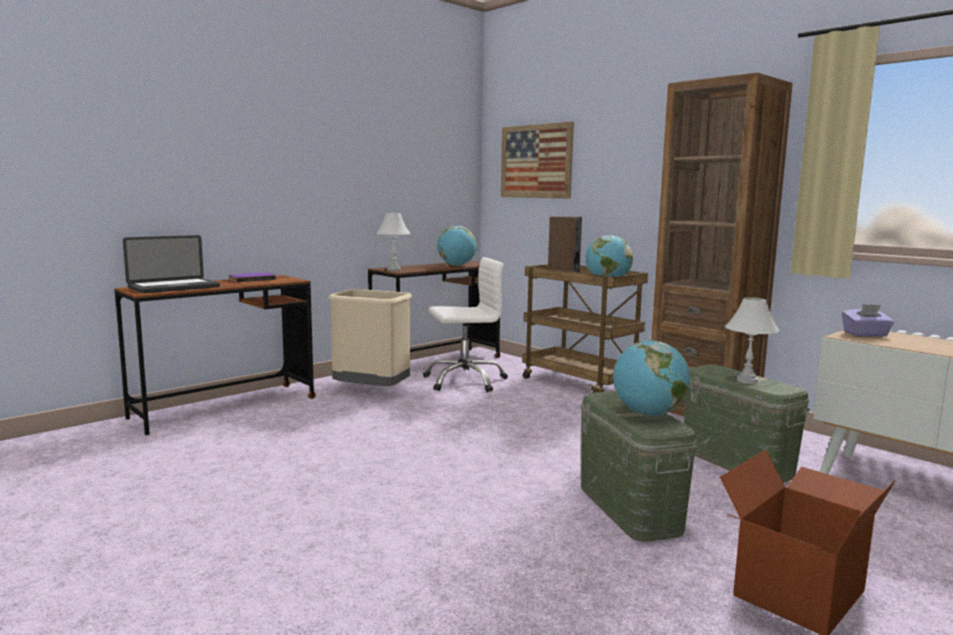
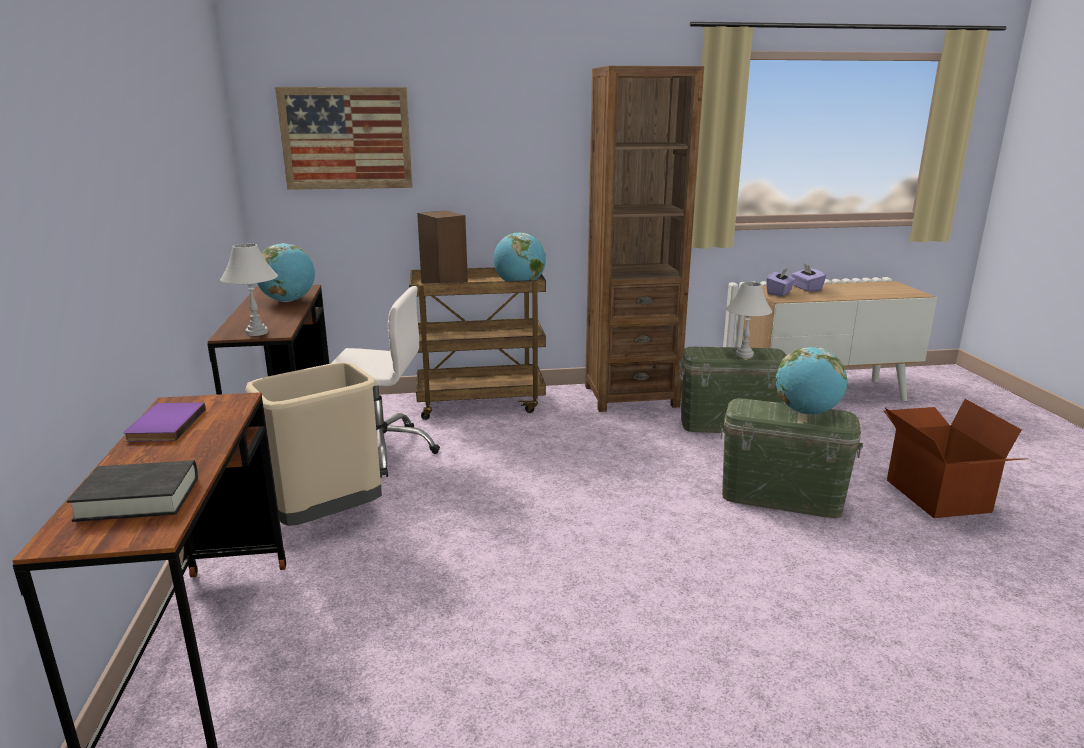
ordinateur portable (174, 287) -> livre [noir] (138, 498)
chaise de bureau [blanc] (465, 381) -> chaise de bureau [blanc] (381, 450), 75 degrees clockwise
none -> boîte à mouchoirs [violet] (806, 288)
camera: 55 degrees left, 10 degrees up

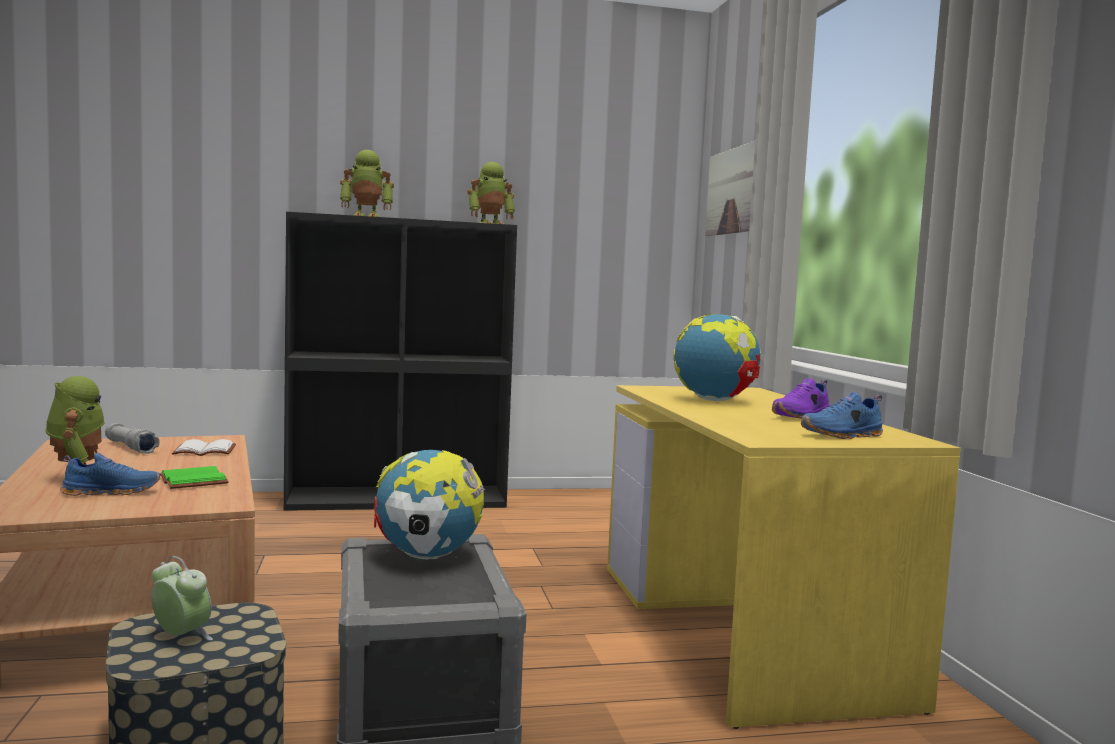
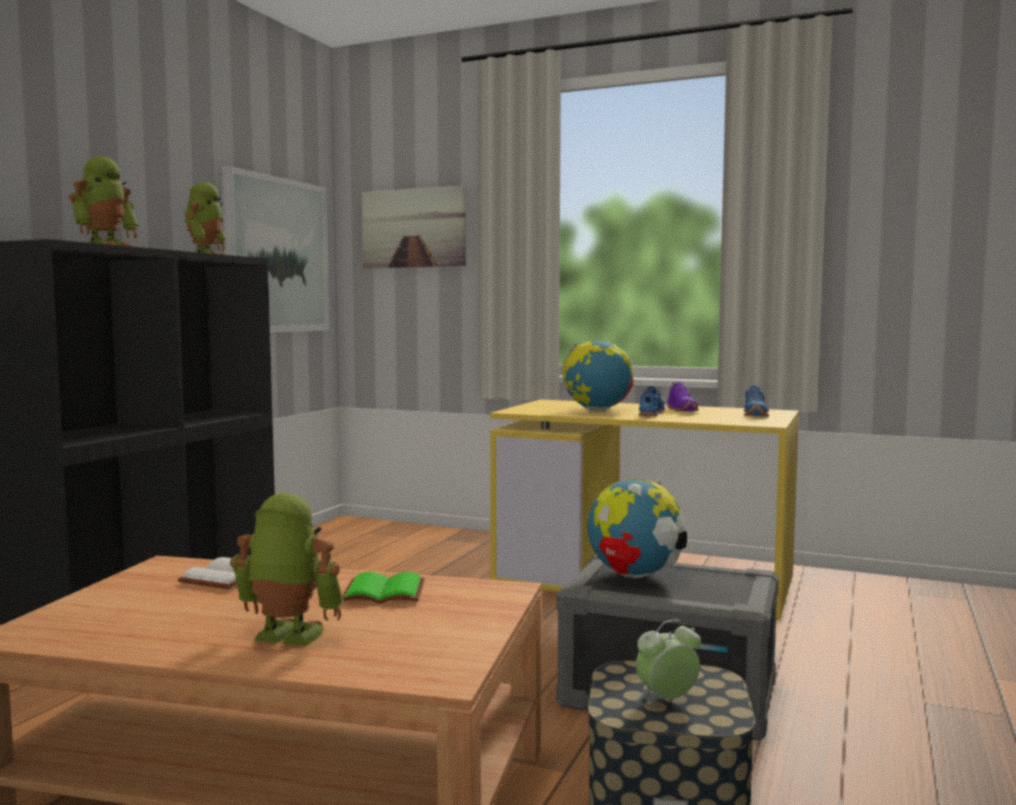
none -> tableau (277, 255)
chaussure [bleu] (112, 492) -> chaussure [bleu] (650, 413), relocated
lampe de poche [gris] (130, 448) -> none
camera: 55 degrees left, 0 degrees up

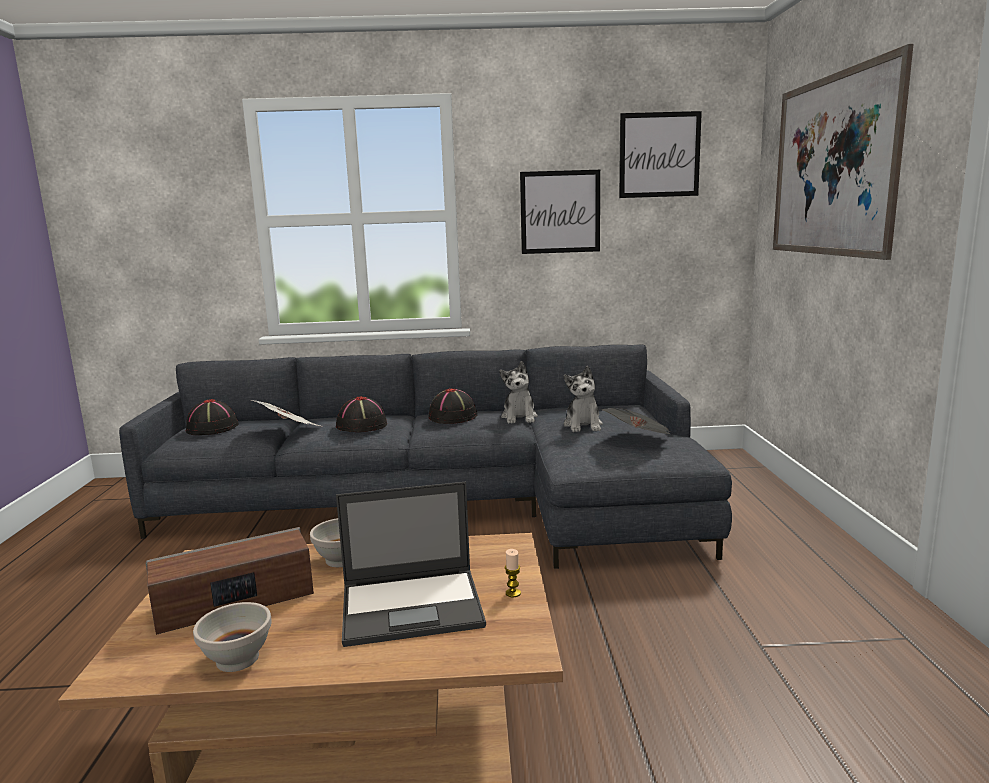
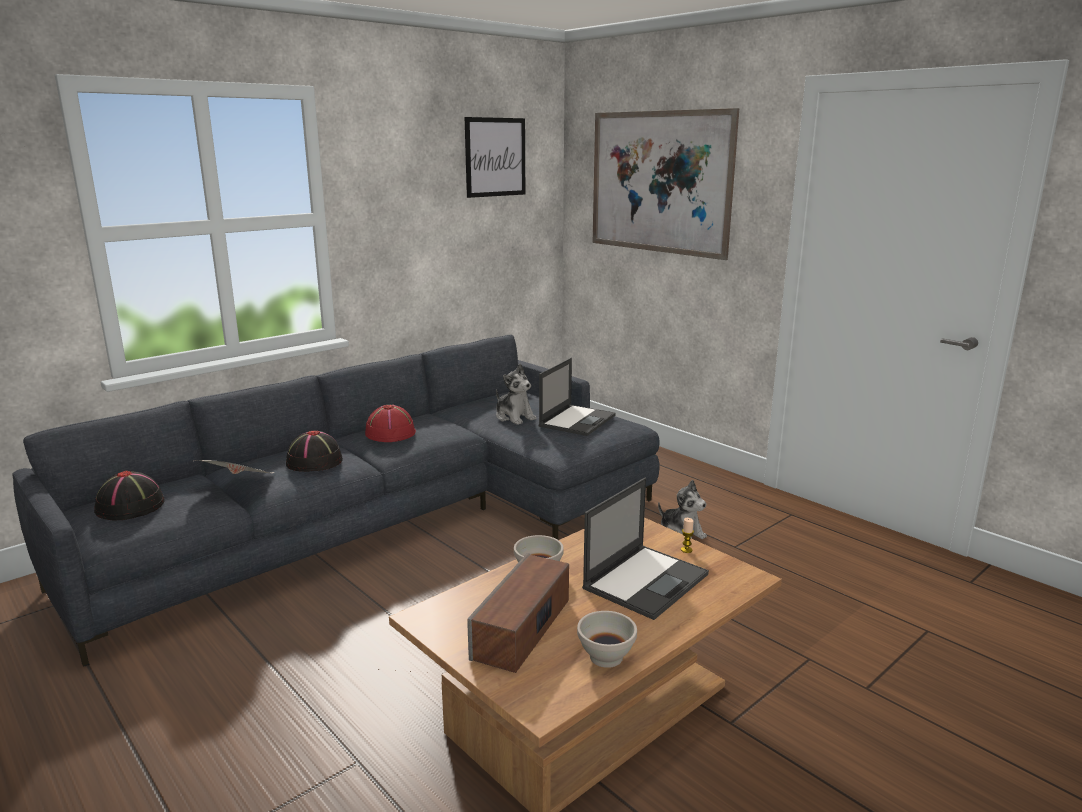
chapeau [noir] (453, 416) -> chapeau [rouge] (390, 433)
journal (639, 440) -> ordinateur portable (577, 420)
peluche (519, 417) -> peluche (681, 534), relocated
tableau (560, 212) -> none
camera: 40 degrees left, 5 degrees up

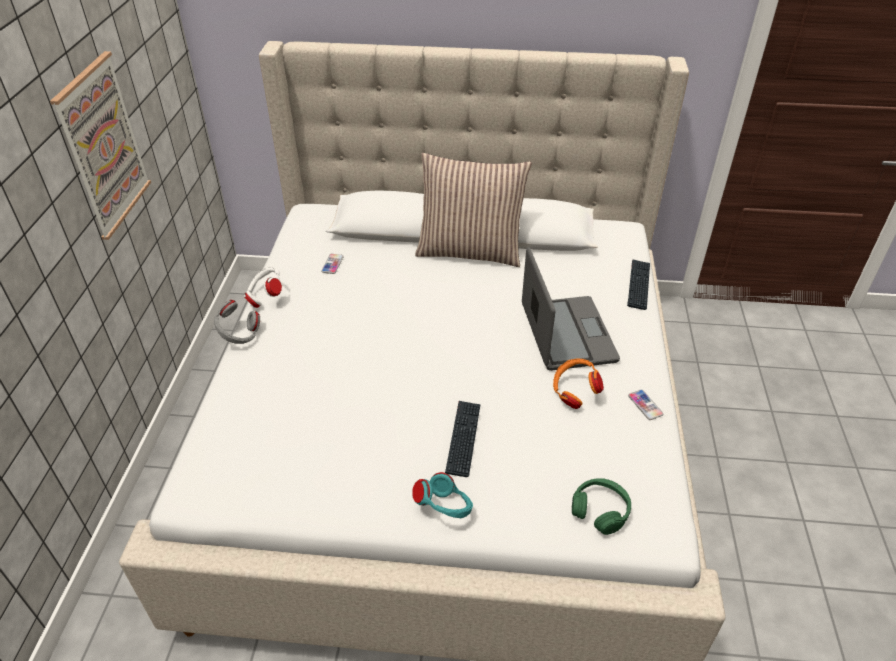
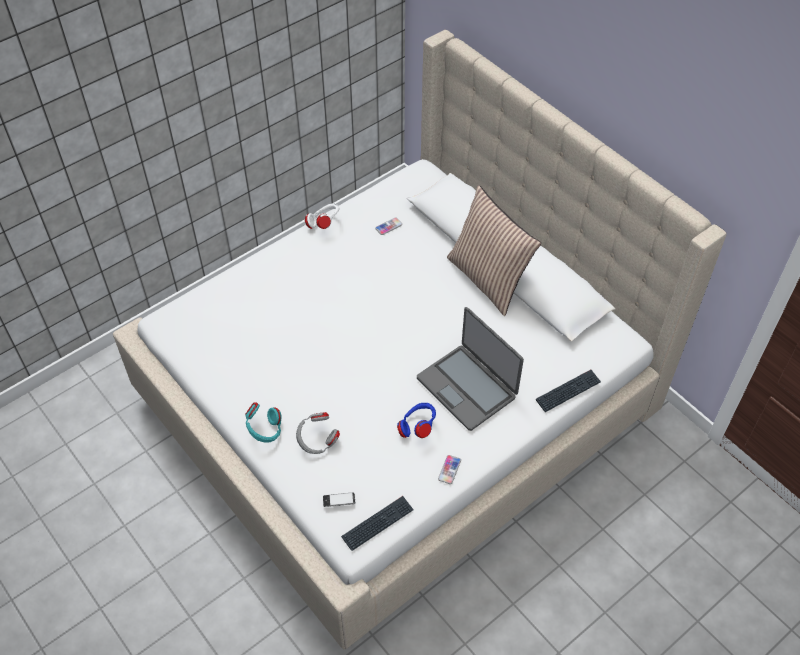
casque audio [gris] (239, 336) -> casque audio [gris] (317, 441), relocated
casque audio [vert] (600, 510) -> téléphone (339, 501)
clavier (463, 438) -> clavier (377, 524), relocated
casque audio [orange] (574, 393) -> casque audio [bleu] (417, 427)
ordinateur portable (566, 334) -> ordinateur portable (467, 387), 105 degrees clockwise
tableau (103, 146) -> none
camera: 45 degrees right, 10 degrees up

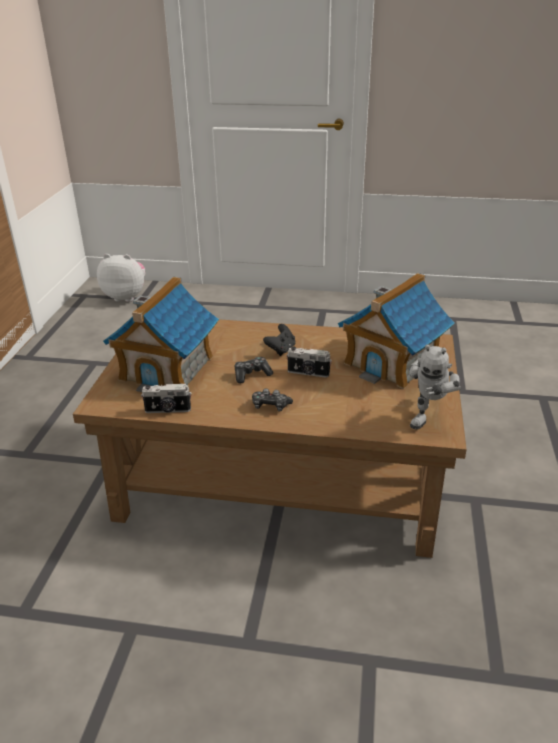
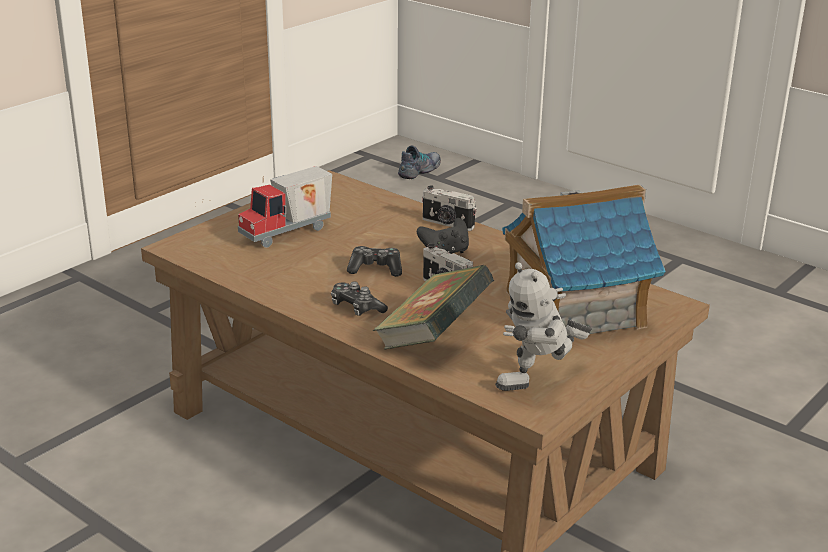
maison miniature (167, 368) -> camion jouet (288, 233)
none -> livre (433, 337)
peluche (126, 297) -> chaussure (420, 170)
appareil photo (168, 410) -> appareil photo (447, 224), relocated
camera: 30 degrees right, 5 degrees down

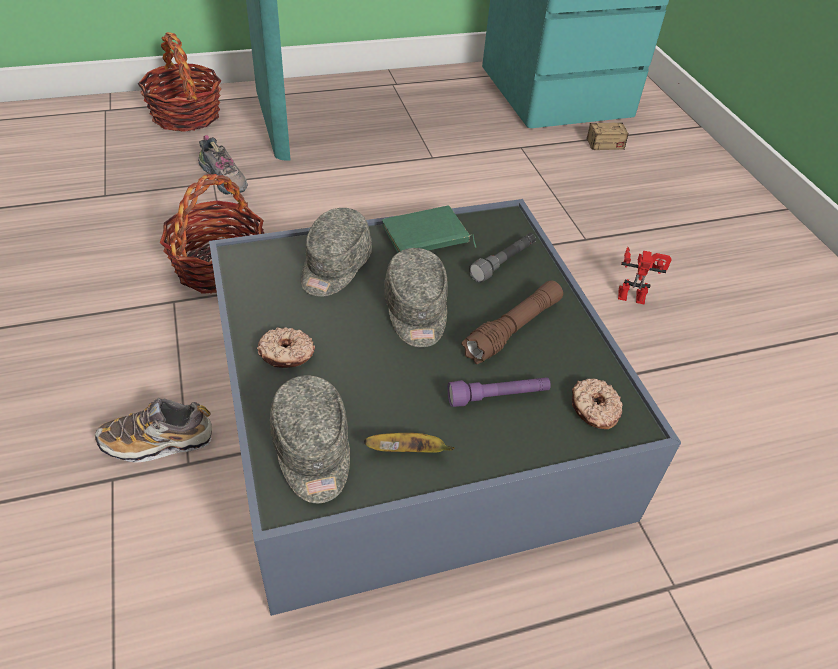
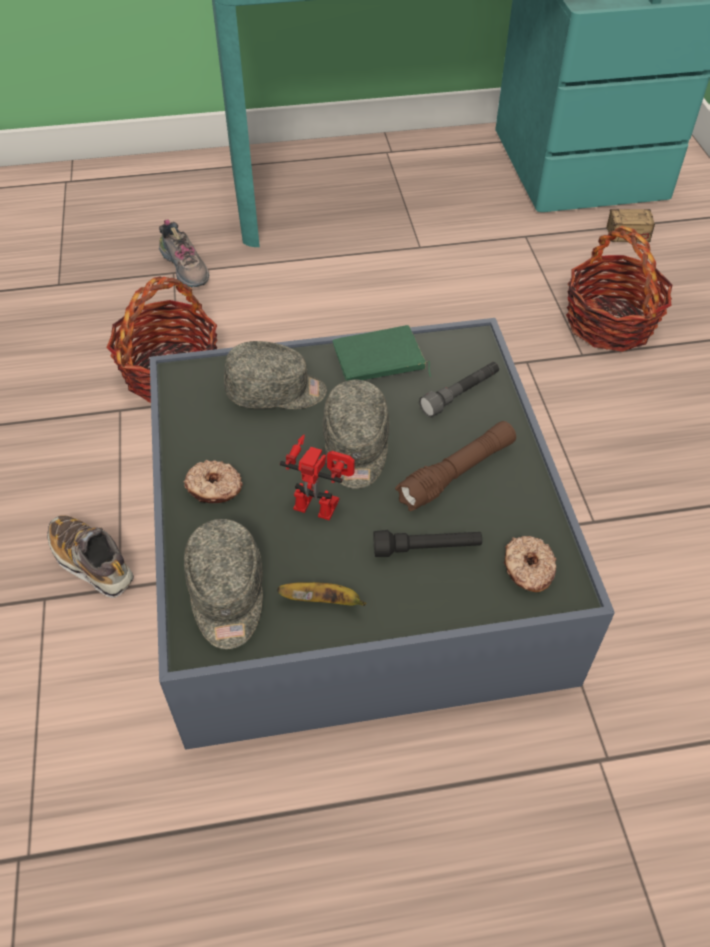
chaussure (158, 442) -> chaussure (92, 563), 45 degrees clockwise
casquette [gris] (334, 267) -> casquette [gris] (276, 392), 120 degrees counterclockwise
robot jouet (633, 293) -> robot jouet (321, 501), relocated
lampe de poche [violet] (498, 397) -> lampe de poche [noir] (427, 549)
panier (186, 115) -> panier (610, 323), relocated
camera: 10 degrees right, 5 degrees up

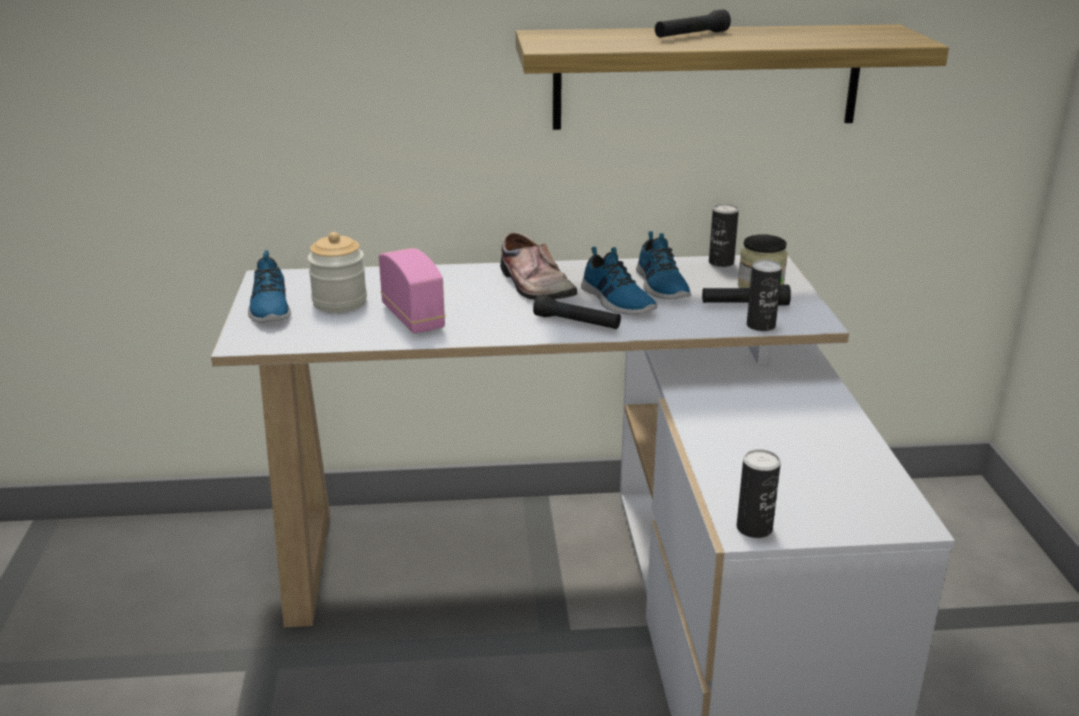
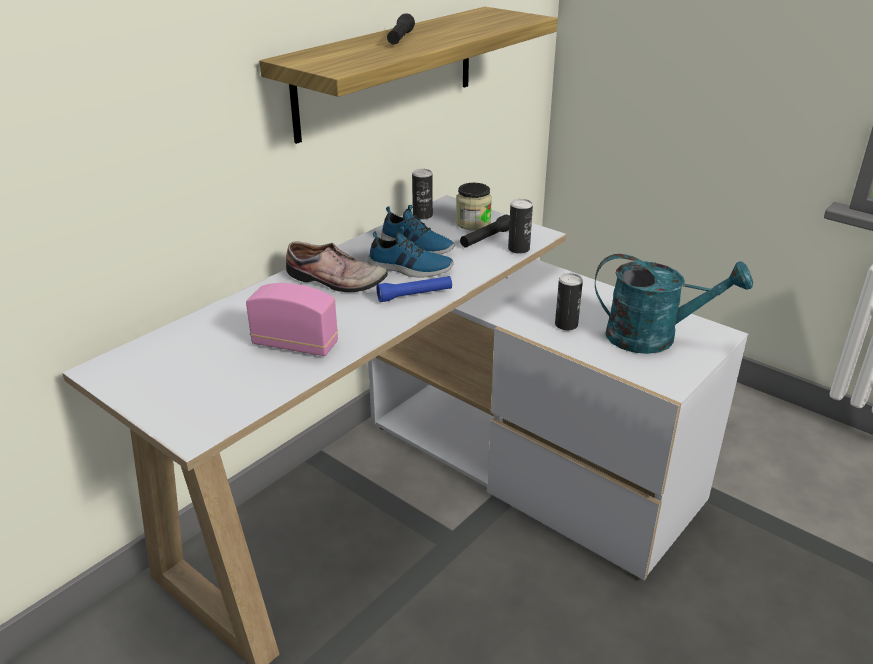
lampe de poche [noir] (577, 323) -> lampe de poche [bleu] (415, 295)
boîte métallique (754, 528) -> boîte métallique (566, 325), relocated
none -> arrosoir [turquoise] (654, 337)
chaussure (269, 307) -> none
bocal (339, 302) -> none
camera: 45 degrees left, 5 degrees up

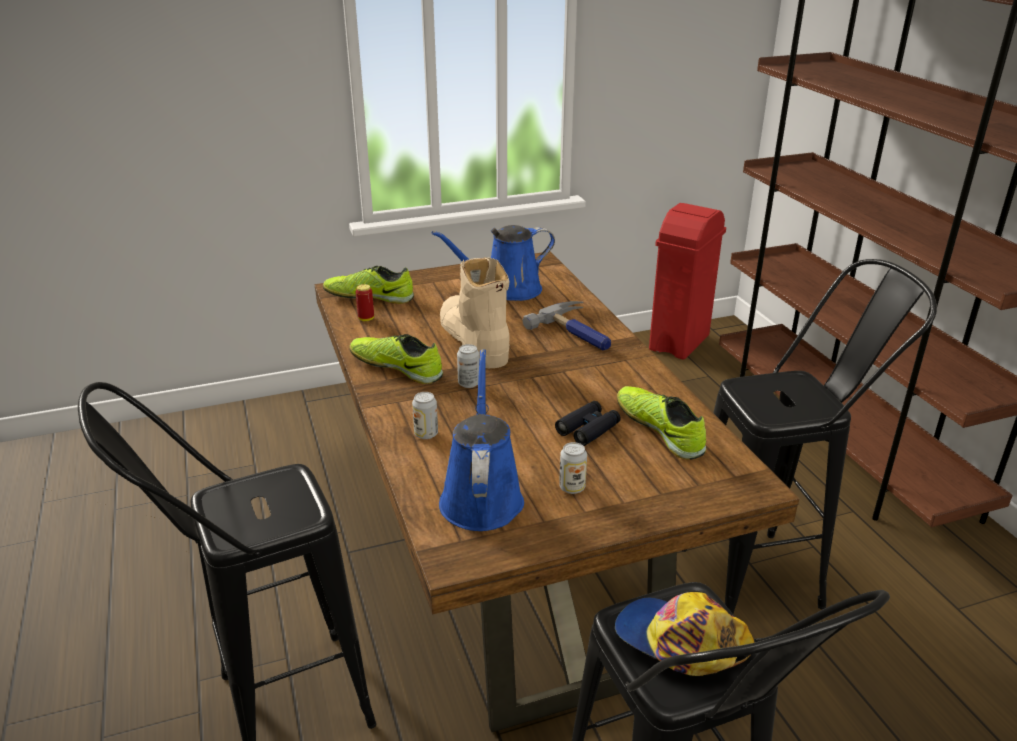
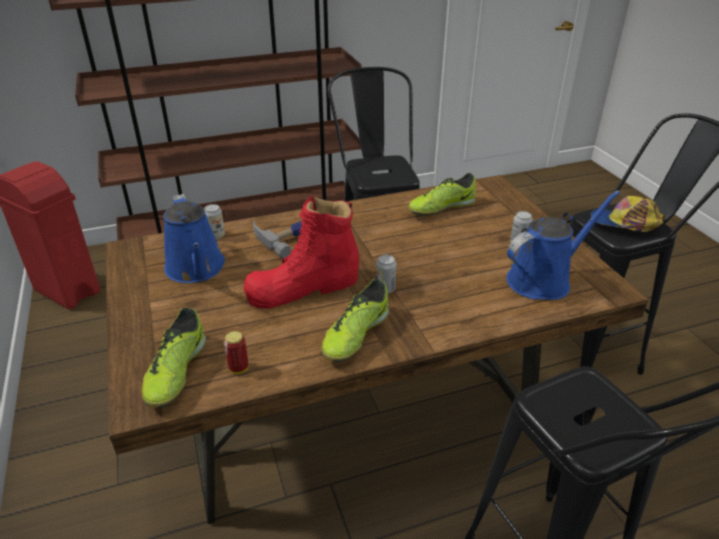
boîte métallique (426, 434) -> boîte métallique (216, 235), relocated
botte [beige] (474, 340) -> botte [rouge] (303, 288)
arrosoir [bleu] (481, 496) -> arrosoir [bleu] (543, 279), 150 degrees clockwise
casquette (680, 642) -> casquette (624, 223), 75 degrees clockwise
jumelles [noir] (588, 429) -> none
camera: 90 degrees left, 5 degrees up

